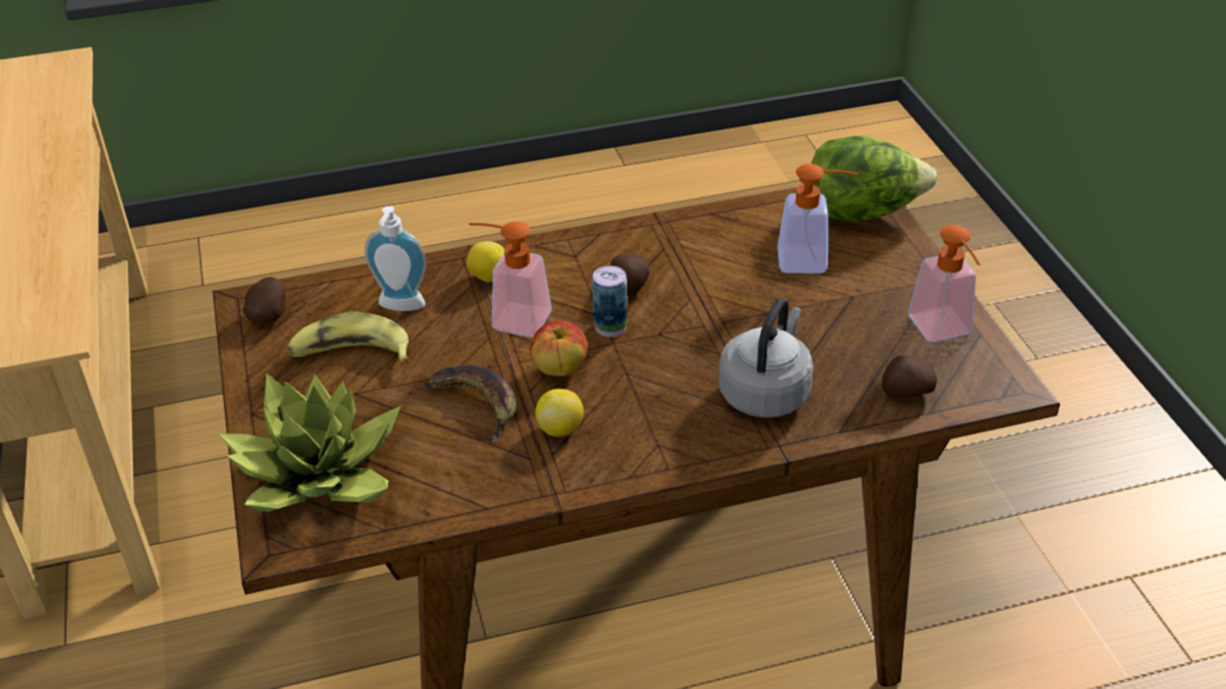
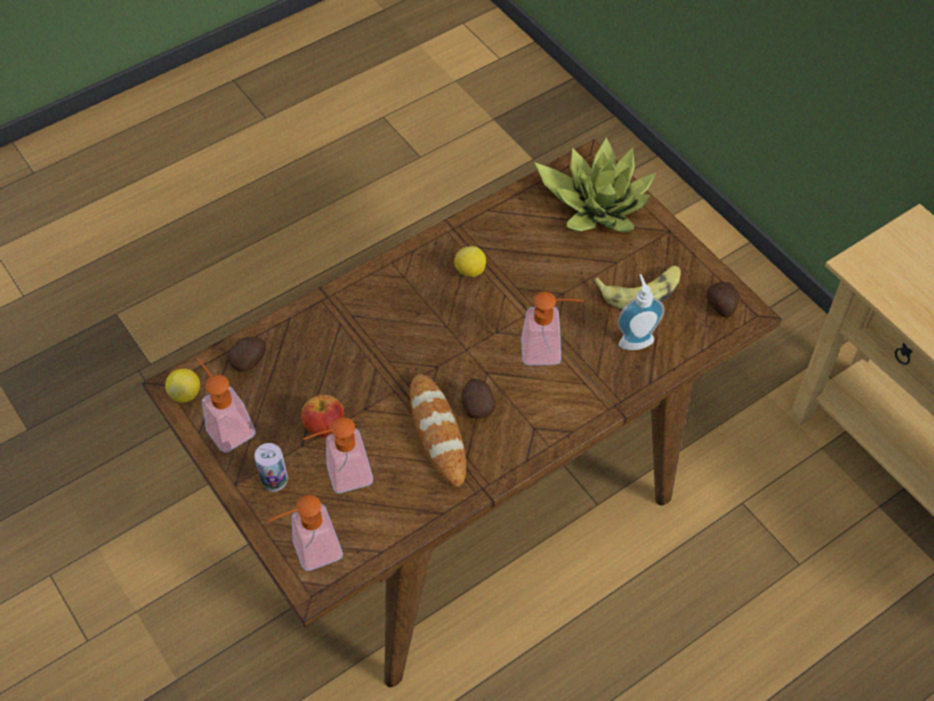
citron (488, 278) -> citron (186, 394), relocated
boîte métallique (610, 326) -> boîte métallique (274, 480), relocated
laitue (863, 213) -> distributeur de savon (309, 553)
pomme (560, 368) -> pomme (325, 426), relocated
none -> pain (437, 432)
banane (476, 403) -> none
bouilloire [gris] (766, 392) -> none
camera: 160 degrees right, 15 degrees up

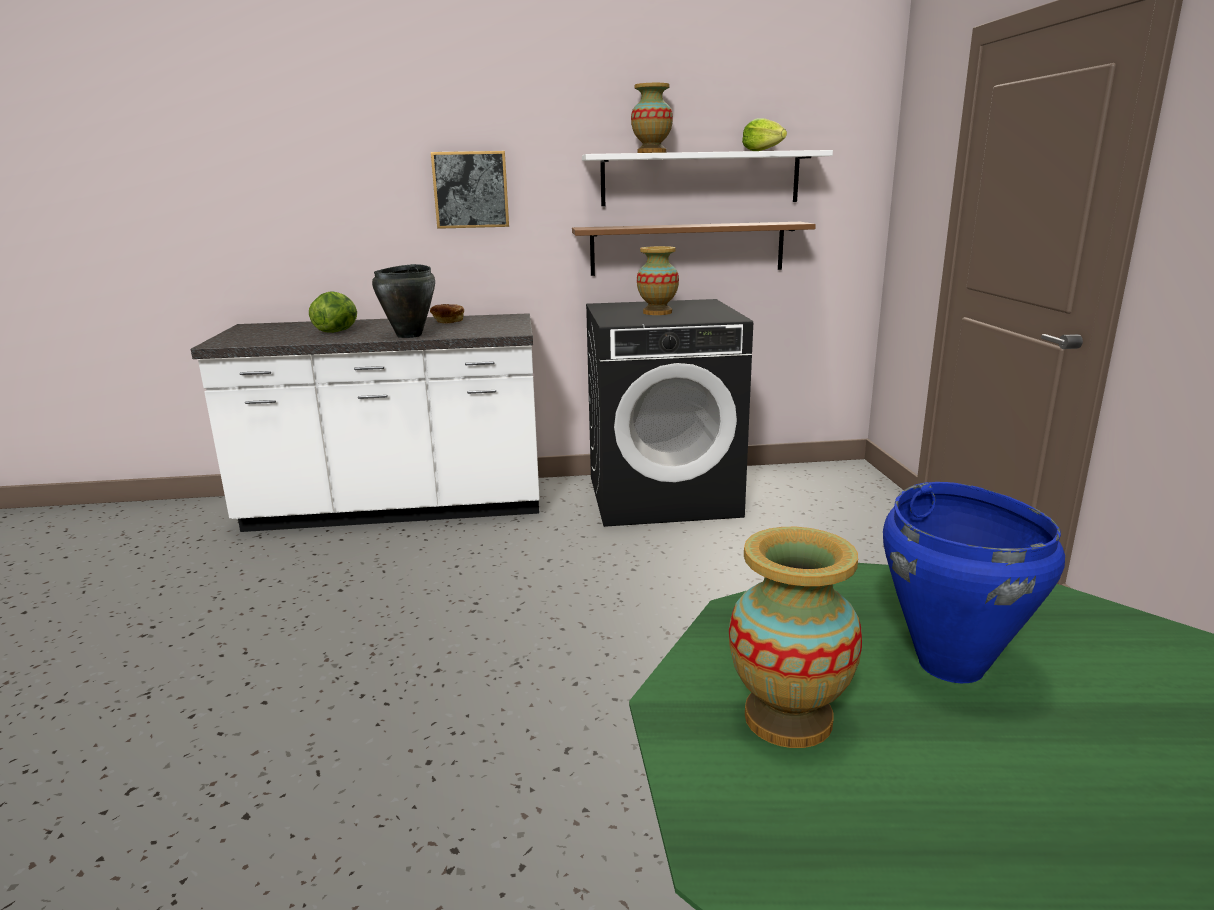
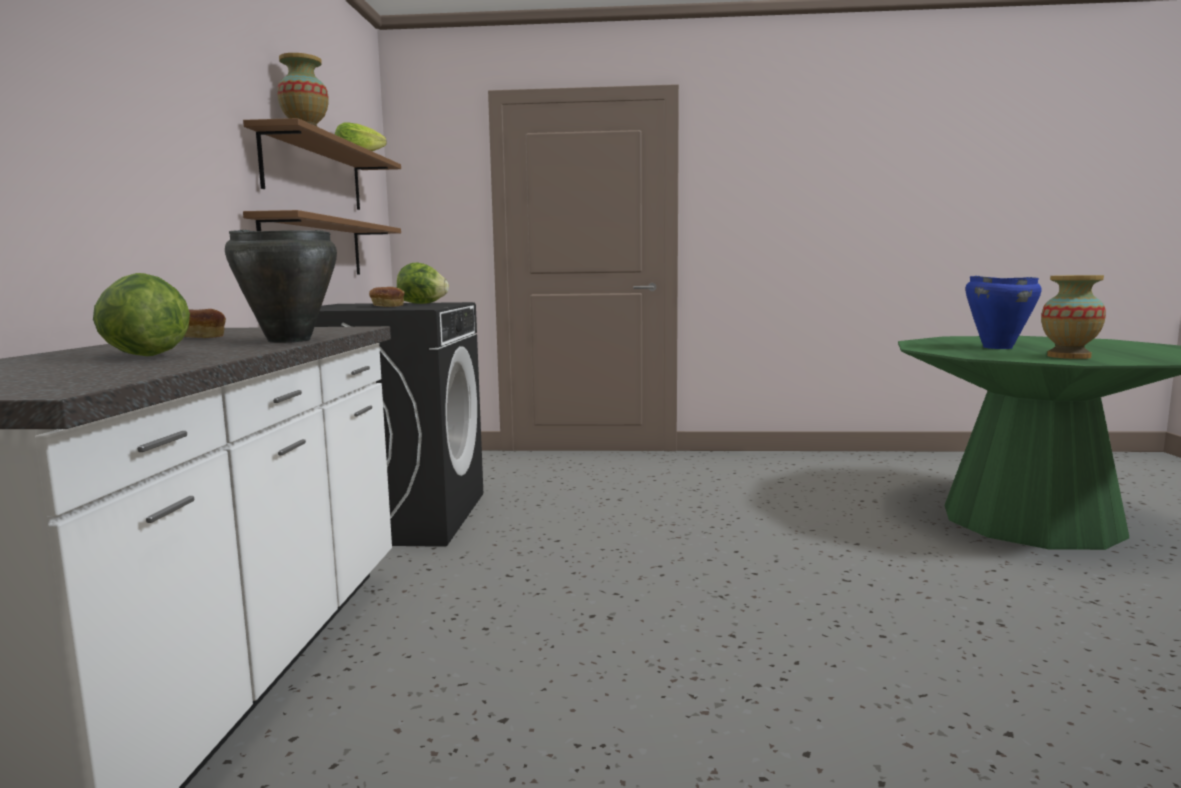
étagère [blanc] (700, 178) -> étagère [marron] (314, 173)
vase (657, 312) -> pain (387, 306)
none -> laitue (422, 303)
tableau (470, 190) -> none
camera: 80 degrees left, 10 degrees down

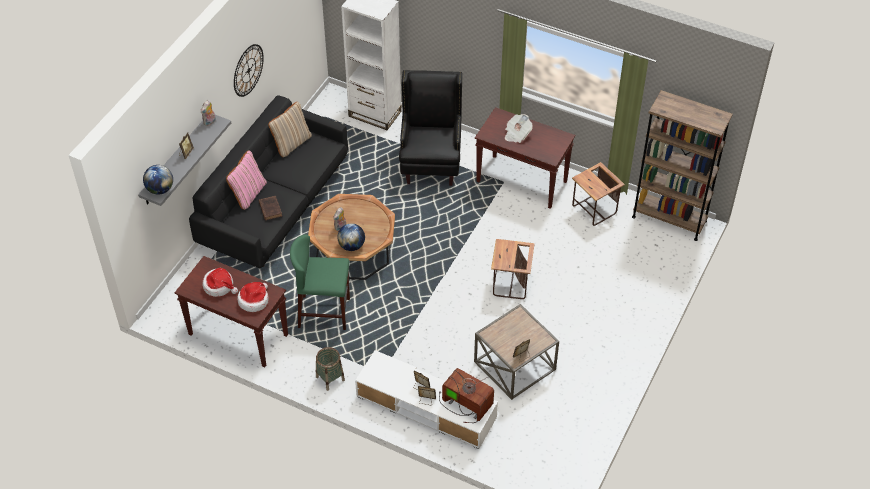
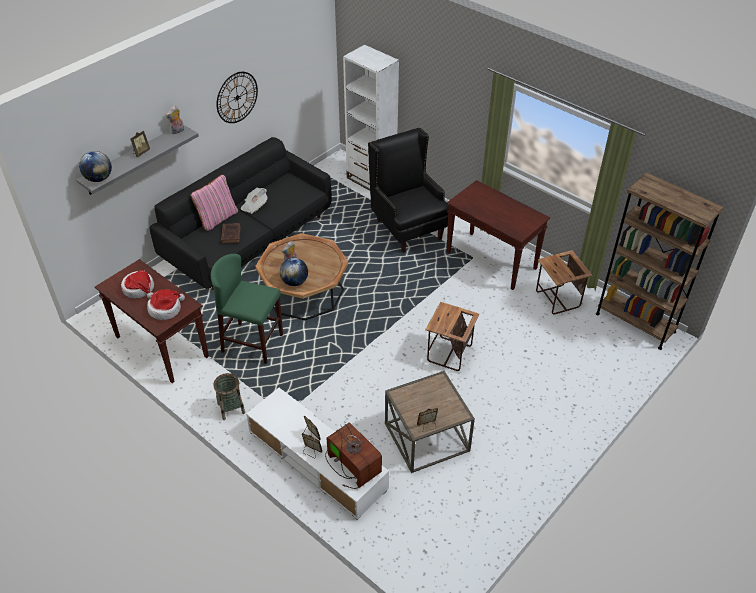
journal (517, 134) -> journal (254, 206), relocated
fauteuil [noir] (431, 163) -> fauteuil [noir] (408, 229), 45 degrees counterclockwise
coussin [beige] (291, 143) -> none
camera: 15 degrees right, 5 degrees down

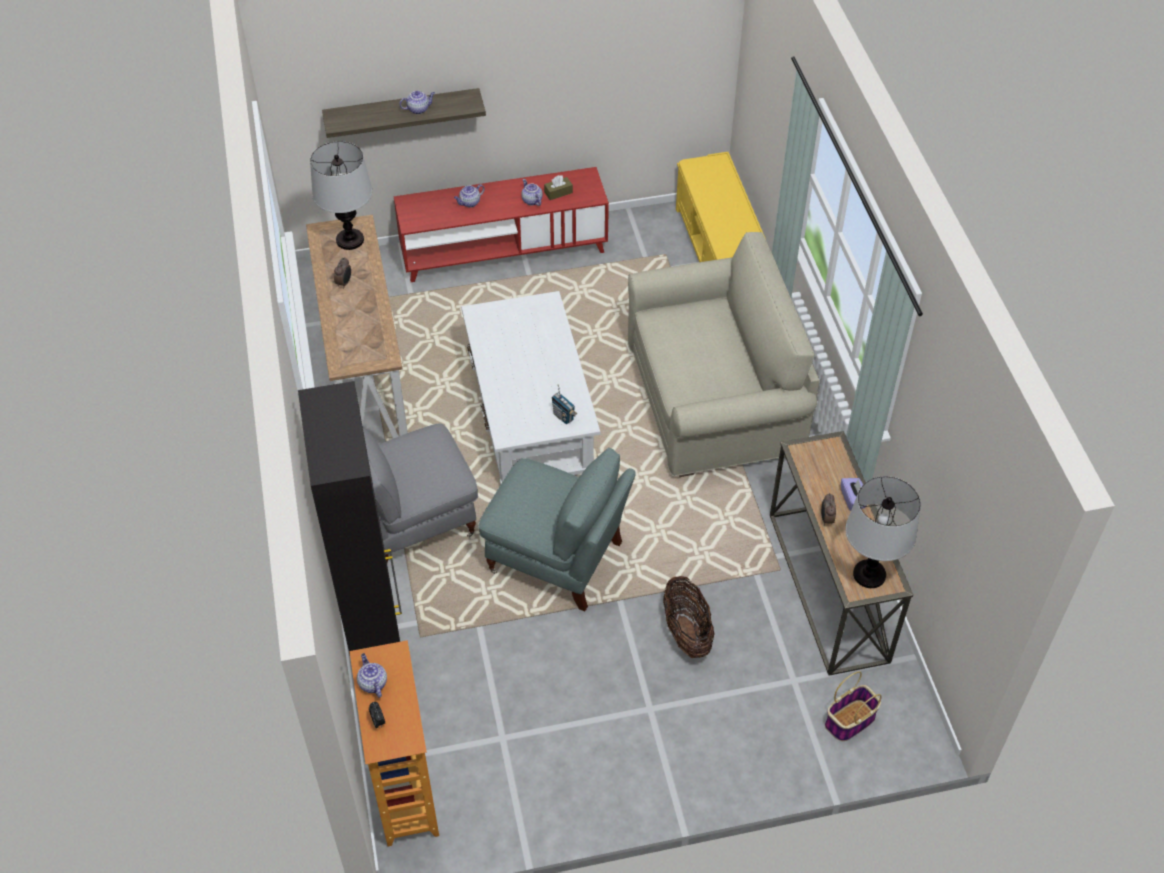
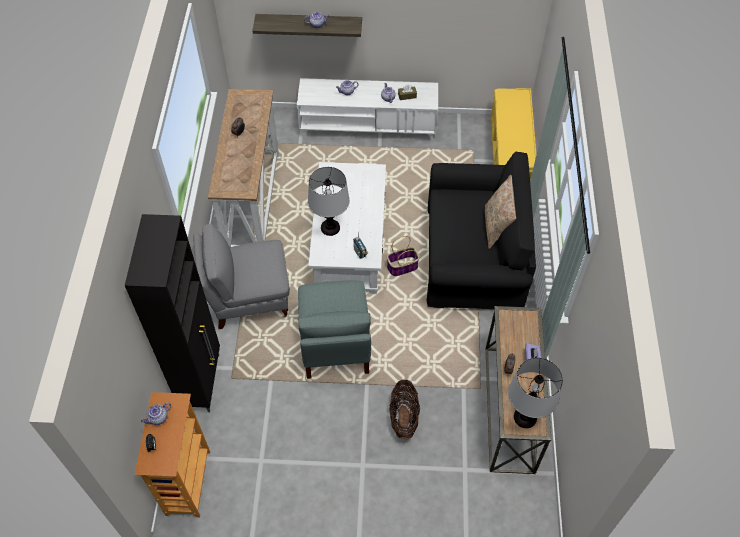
théière (372, 683) -> théière (158, 418), 120 degrees counterclockwise
meuble télé [rouge] (503, 250) -> meuble télé [blanc] (368, 126)
fauteuil [gris] (557, 558) -> fauteuil [gris] (335, 345), 45 degrees clockwise
lampe de table (350, 240) -> lampe de table (330, 228), relocated
panier (849, 721) -> panier (402, 267), relocated
canapé [beige] (713, 400) -> canapé [noir] (473, 258)
none -> coussin [beige] (496, 227)
camera: 15 degrees right, 5 degrees up

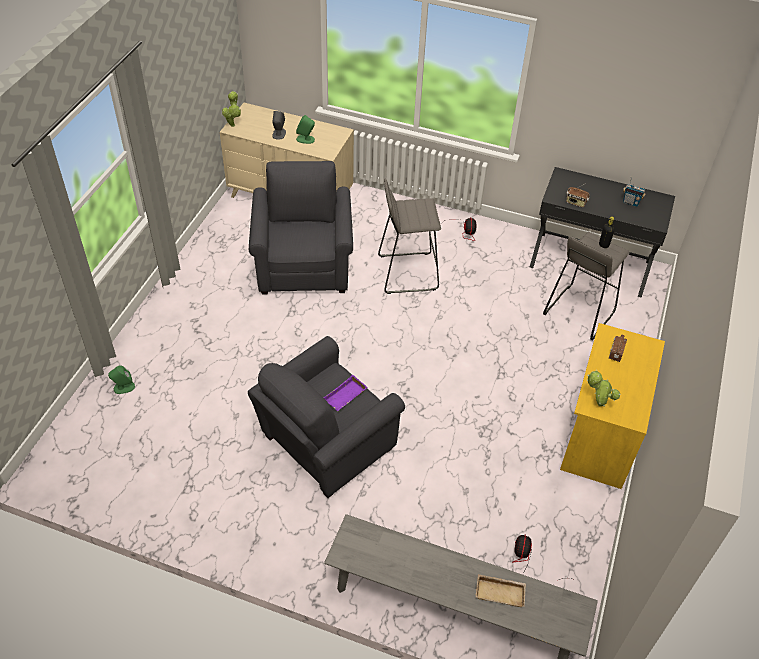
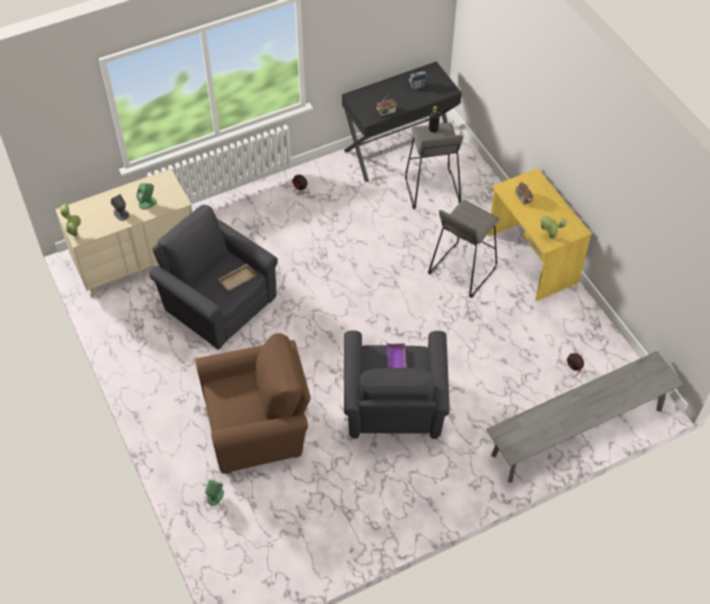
none -> fauteuil [marron] (259, 428)
plateau [beige] (500, 592) -> plateau [beige] (237, 278), relocated
tabouret [gris] (407, 272) -> tabouret [gris] (462, 270), relocated
camera: 45 degrees left, 5 degrees up

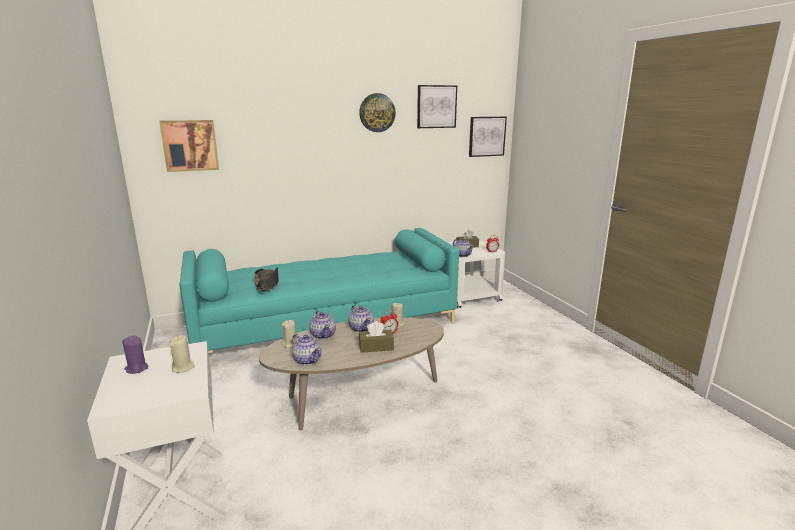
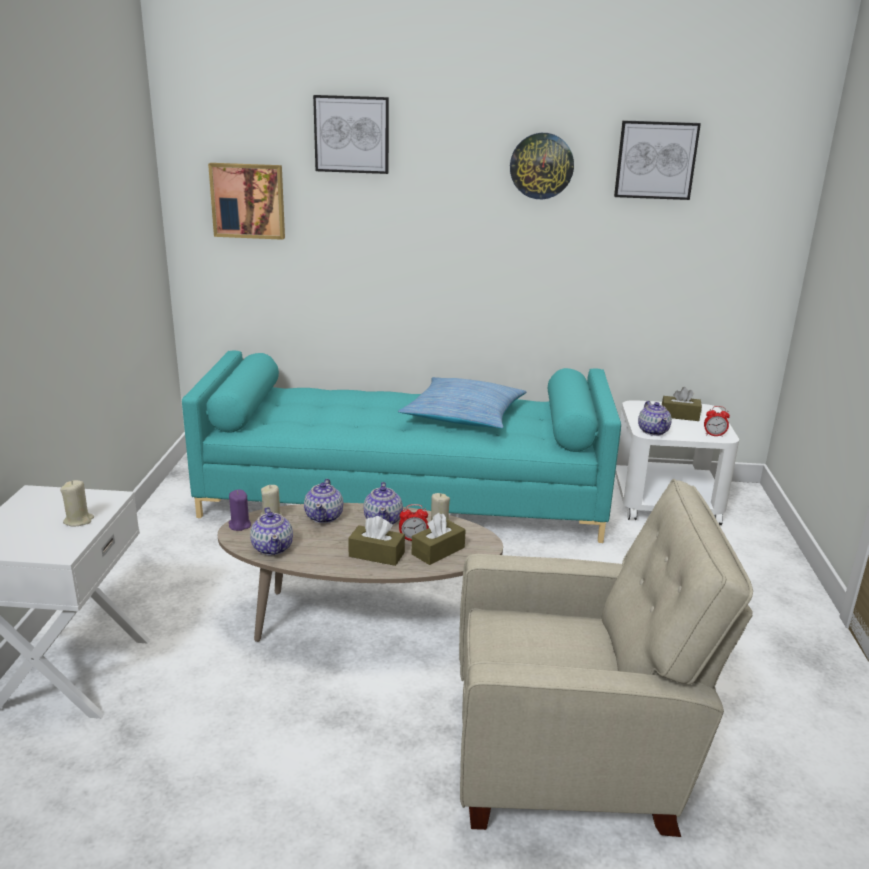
bougie [violet] (136, 368) -> bougie [violet] (239, 525), relocated
tableau (486, 136) -> tableau (352, 134), relocated
none -> coussin (463, 415)
none -> boîte à mouchoirs [marron] (438, 551)
none -> fauteuil [beige] (572, 759)
chapeau [noir] (267, 284) -> none
camera: 25 degrees right, 5 degrees up

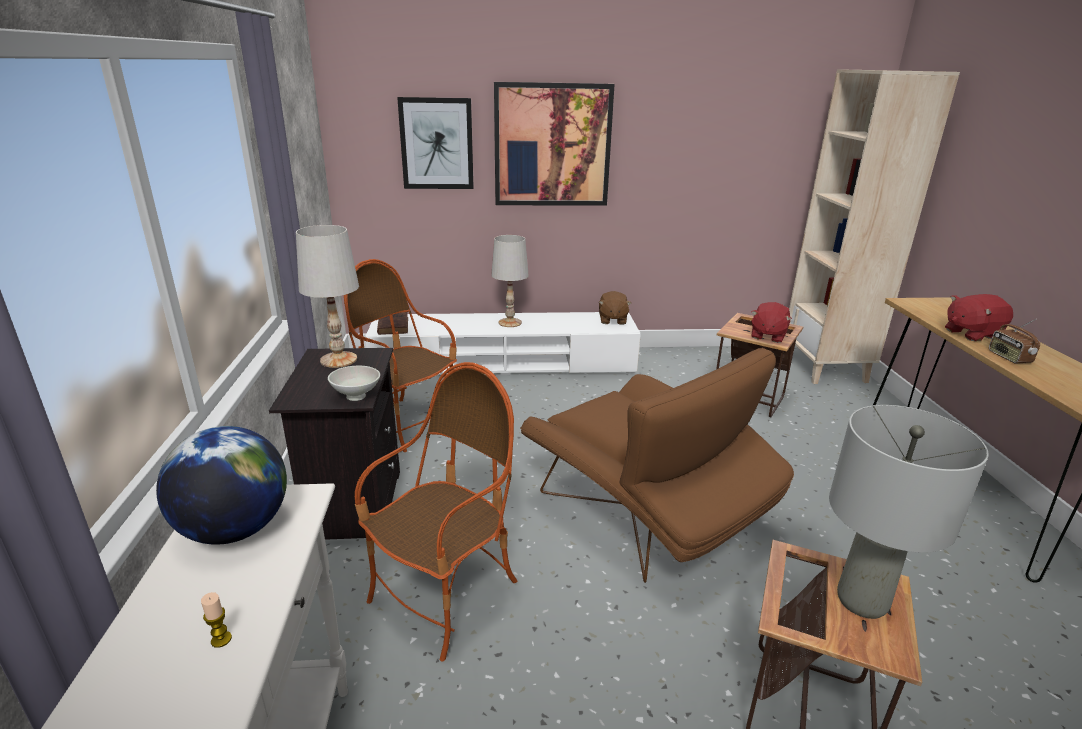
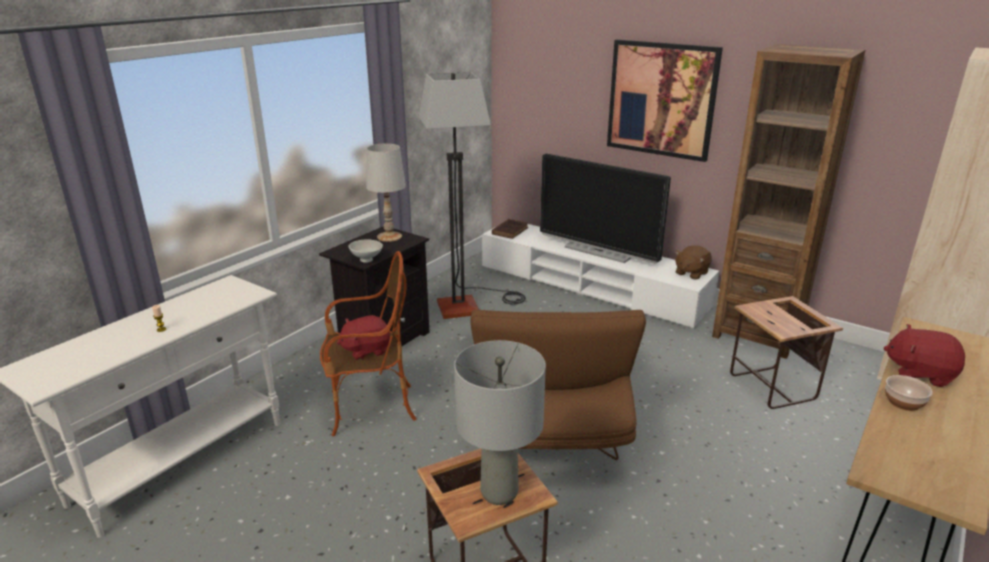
peluche [rouge] (767, 336) -> peluche [rouge] (366, 350), relocated
fauteuil (407, 423) -> lampadaire (470, 305)
lampe de table [blanc] (510, 322) -> téléviseur (599, 251)
none -> bibliothèque [marron] (757, 334)
radio (1008, 357) -> bol (904, 403)
globe (235, 529) -> none
tableau (437, 144) -> none
camera: 40 degrees right, 0 degrees up

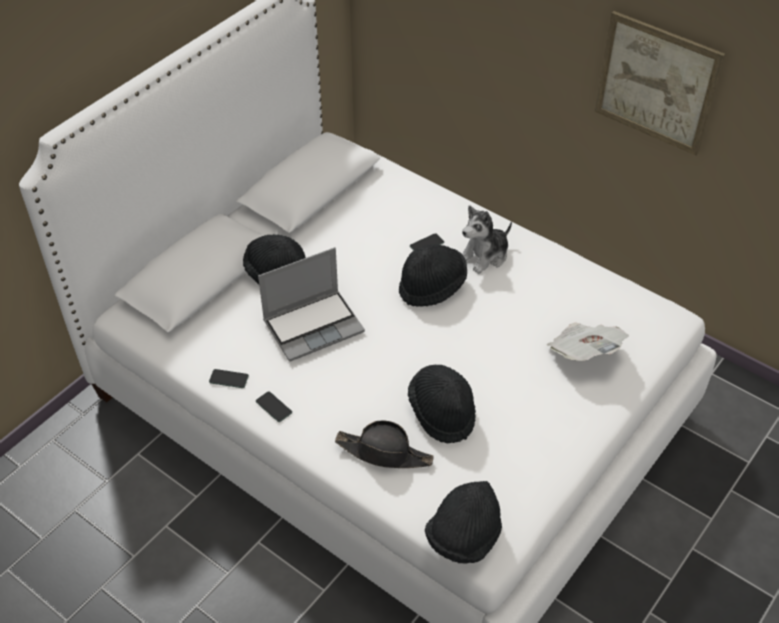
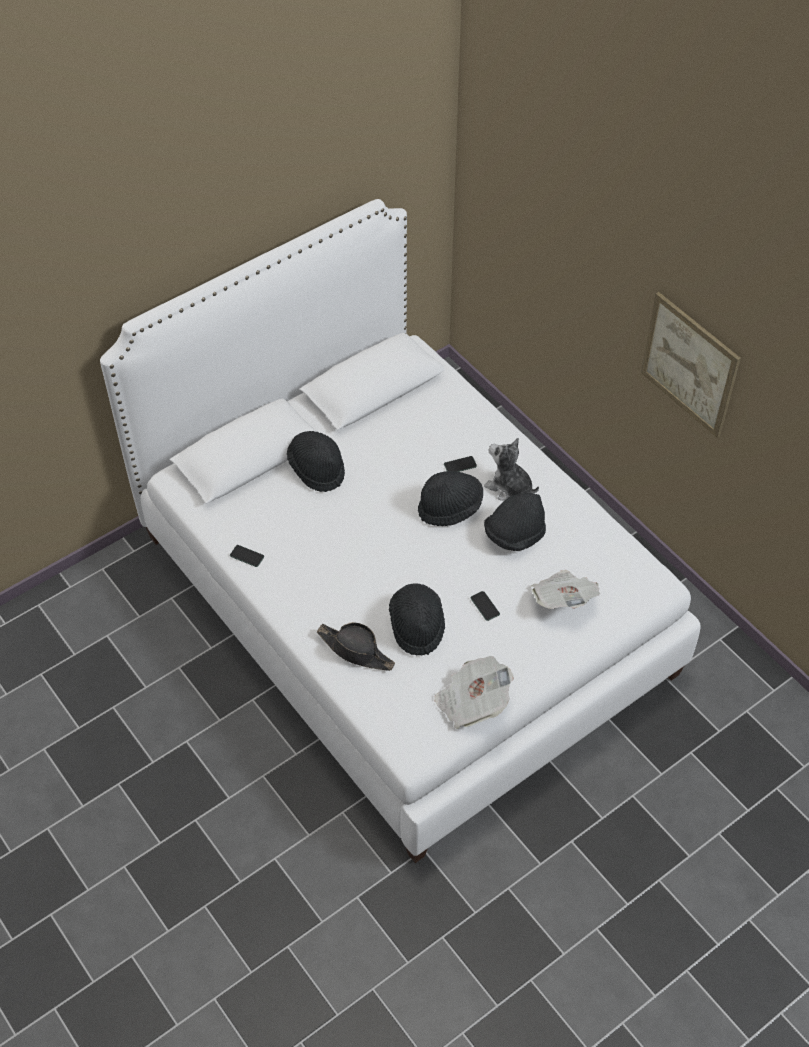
none -> journal (472, 702)
téléphone (273, 407) -> téléphone (485, 606), relocated
peluche (485, 256) -> peluche (509, 488), 60 degrees clockwise
chapeau [noir] (464, 537) -> chapeau [noir] (514, 535), relocated
ordinateur portable (314, 325) -> none
camera: 15 degrees right, 5 degrees up

